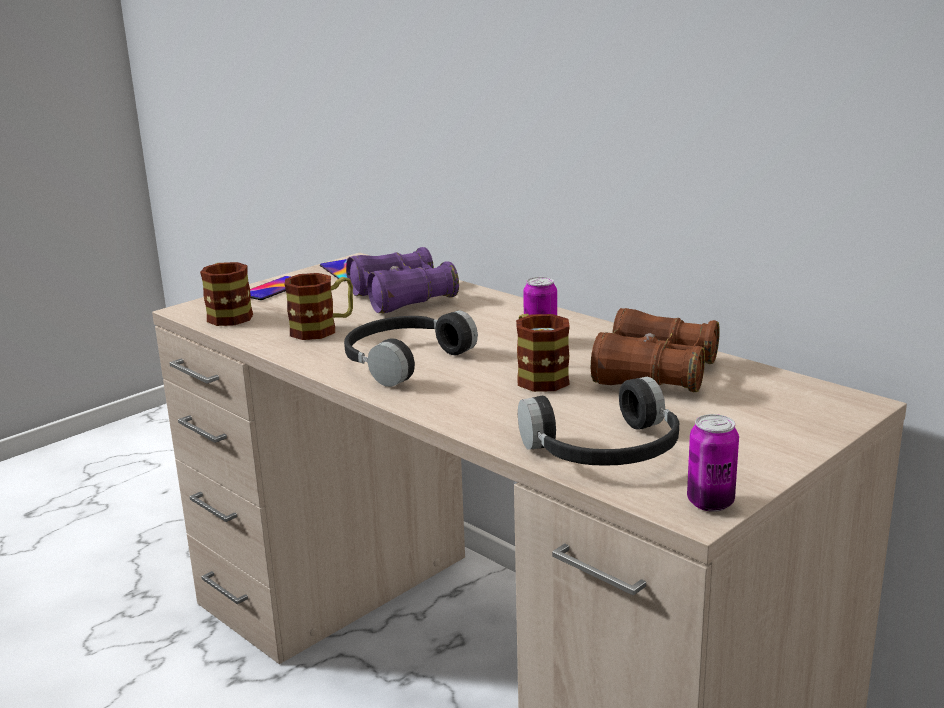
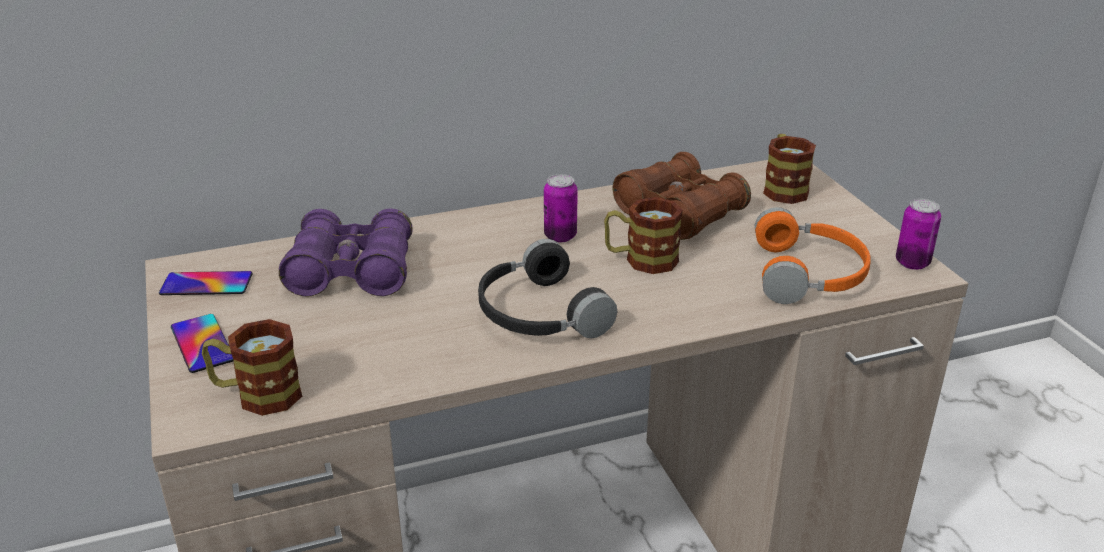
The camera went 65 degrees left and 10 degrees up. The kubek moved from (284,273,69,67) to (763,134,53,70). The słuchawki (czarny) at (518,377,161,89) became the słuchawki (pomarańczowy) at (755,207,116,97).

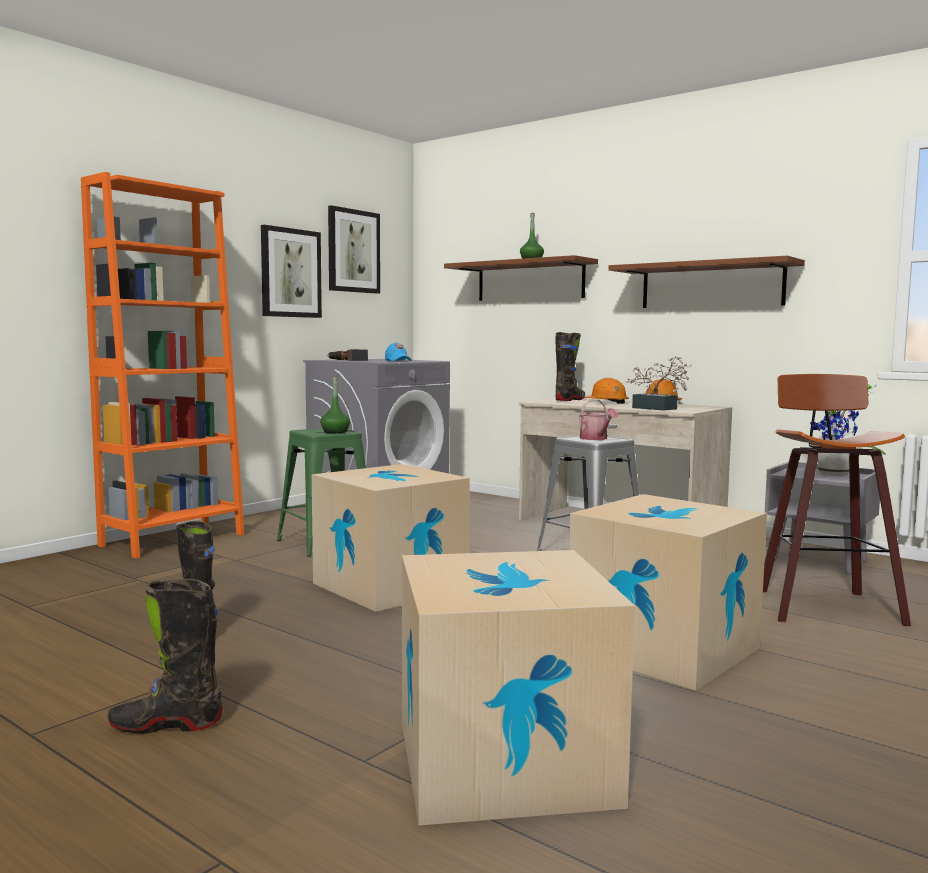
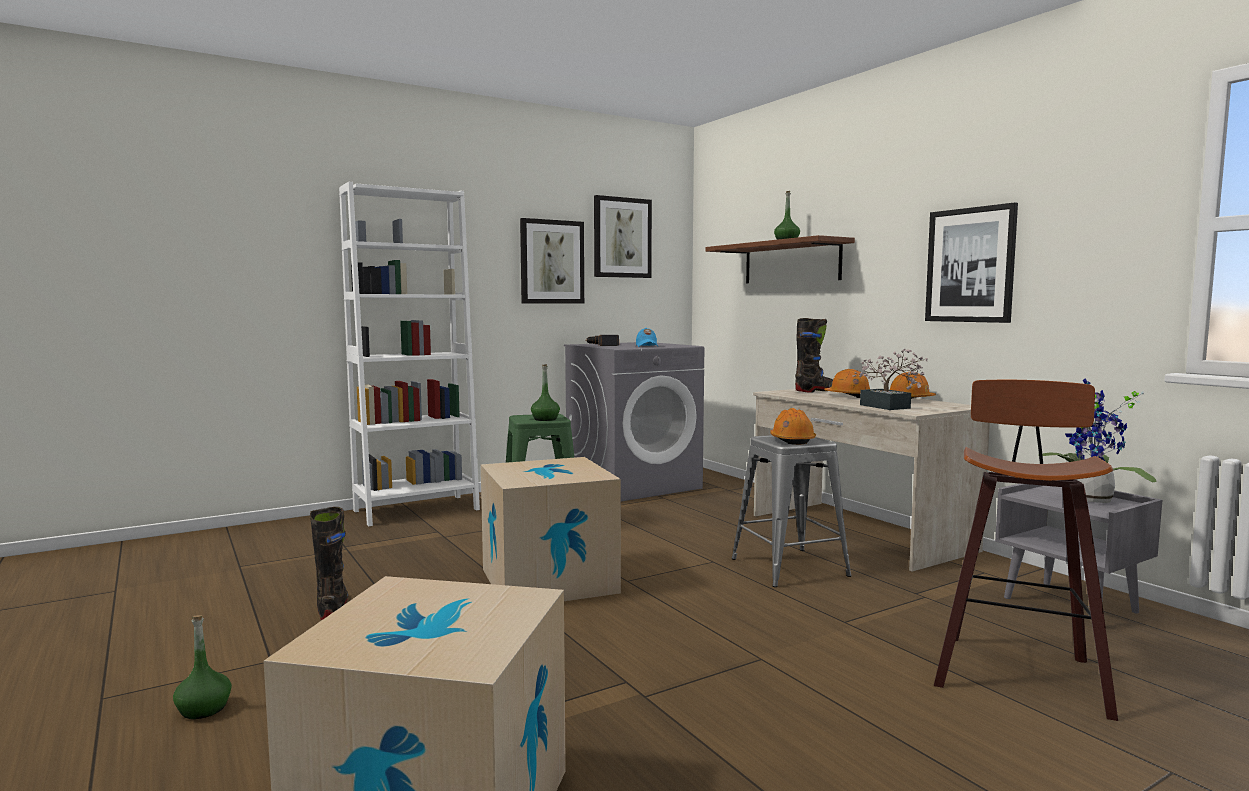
The camera went 20 degrees right and 0 degrees up. The karton at (569,494,198,196) disappeared. The but z cholewką (czarny) at (107,579,116,155) was replaced by the butelka (zielony) at (173,615,59,104). The konewka at (579,399,39,41) was replaced by the kask (pomarańczowy) at (770,408,46,37). The półka at (608,256,197,52) was replaced by the obraz at (925,202,93,121). The regał (pomarańczowy) at (81,172,163,386) became the regał (biały) at (339,182,141,344).

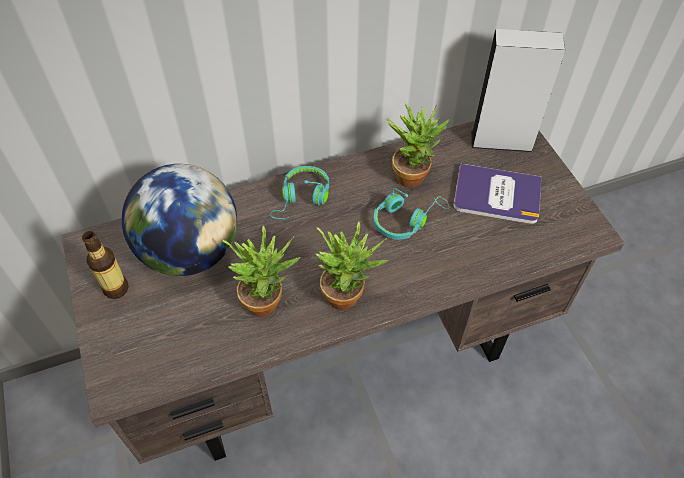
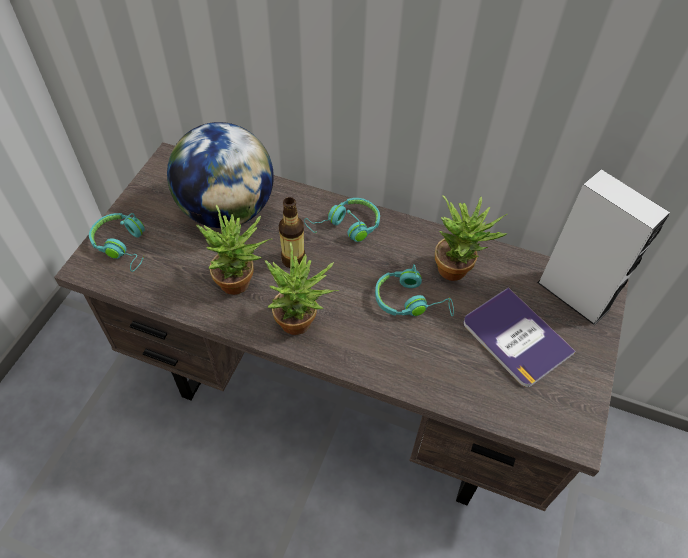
The camera went 40 degrees right and 0 degrees up. The słuchawki (turkusowy) at (89,213,56,59) appeared. The butelka moved from (82,231,47,68) to (279,197,26,71).

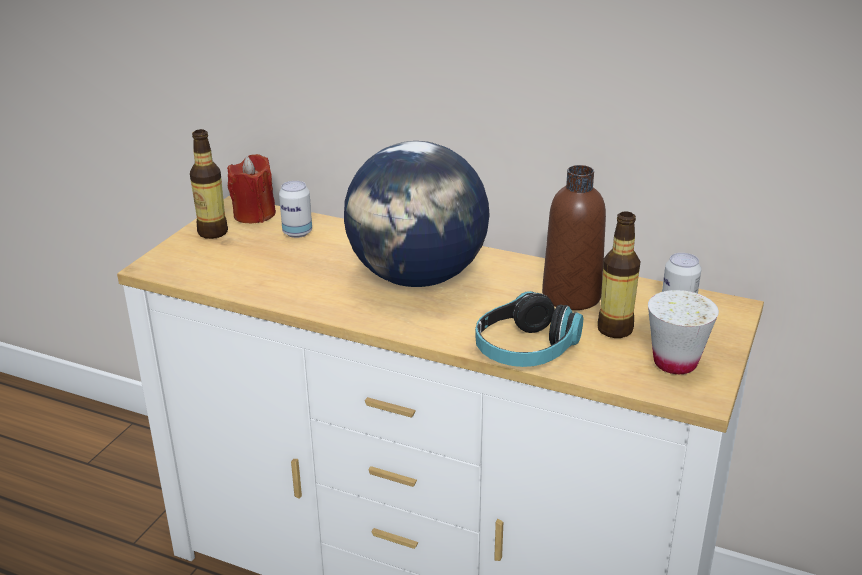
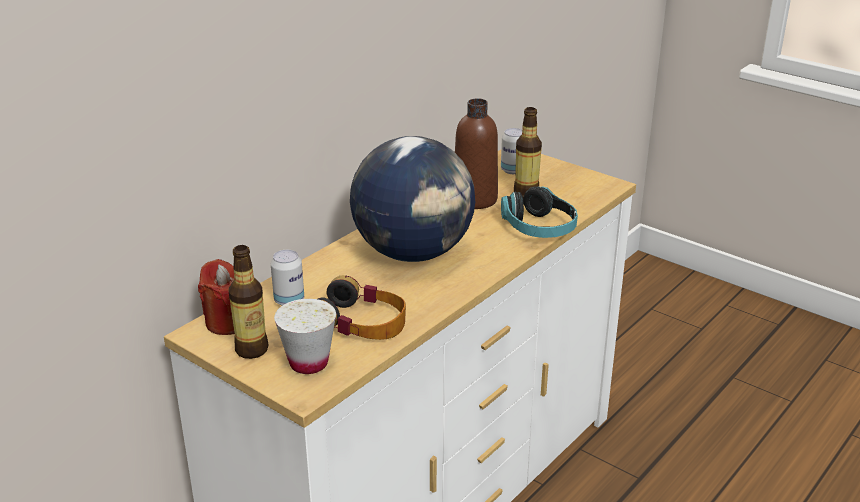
The camera went 75 degrees left and 0 degrees up. The słuchawki at (318,275,88,65) appeared. The filiżanka (biały) moved from (648,290,71,84) to (274,299,62,75).

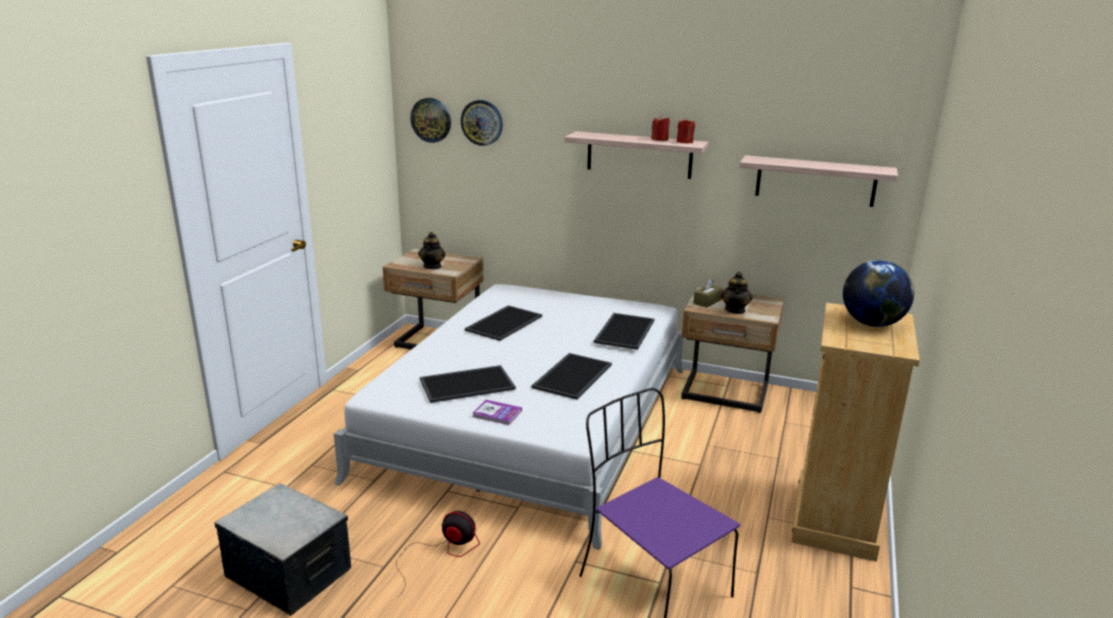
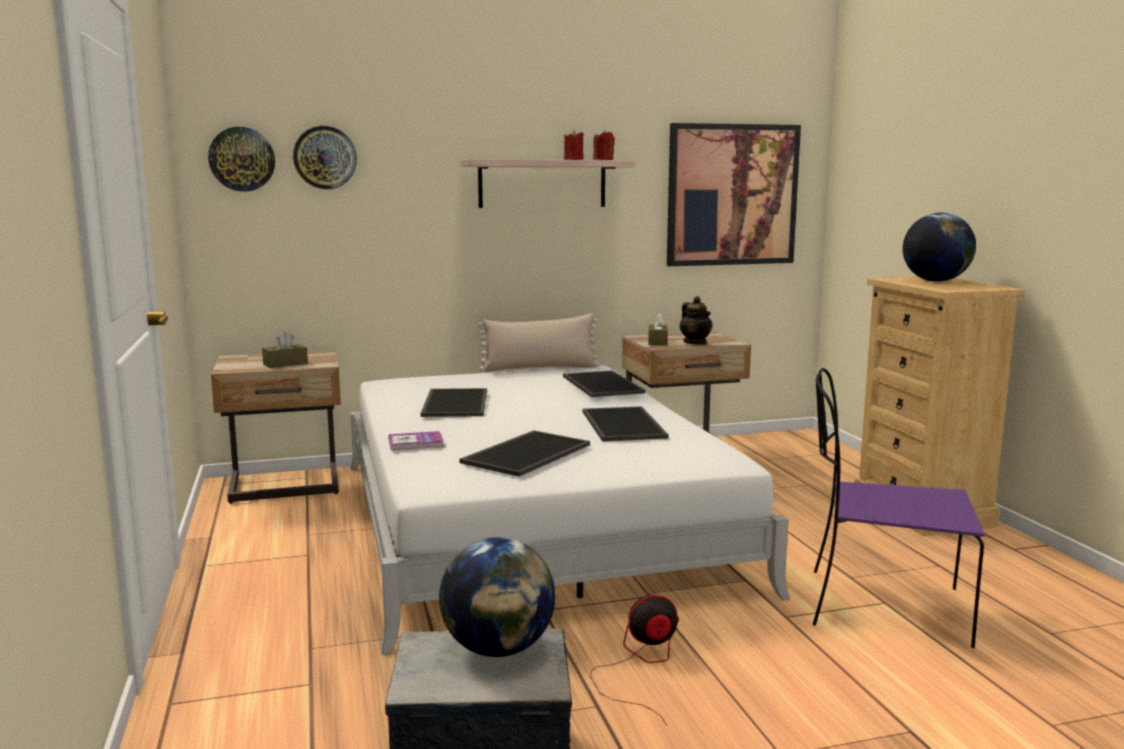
The camera went 35 degrees left and 10 degrees down. The globus at (439,537,116,120) appeared. The poduszka (beżowy) at (478,313,122,59) appeared. The książka moved from (473,400,49,25) to (388,431,56,19). The imbryk at (418,232,27,37) was replaced by the pudełko chusteczek (brązowy) at (262,331,46,37). The półka at (739,155,159,52) was replaced by the obraz at (667,123,134,143).

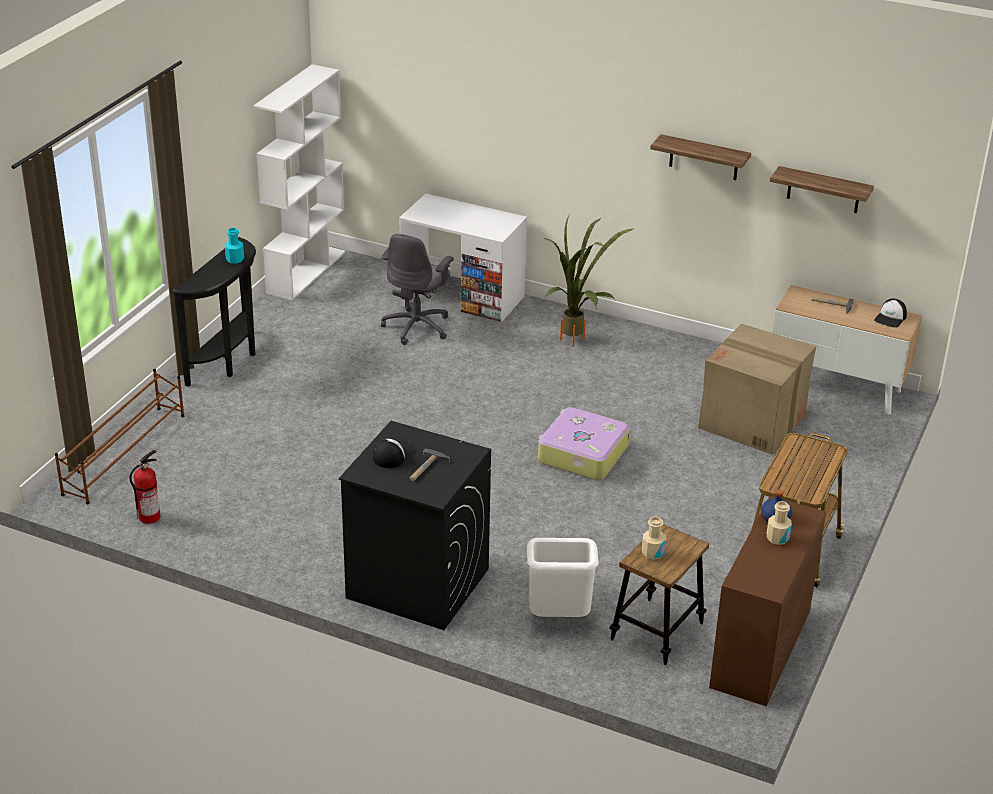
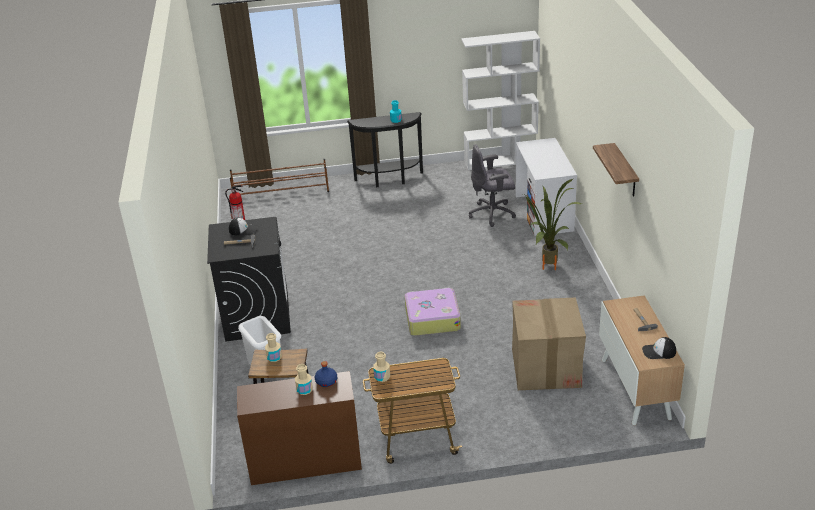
The camera went 60 degrees right and 0 degrees up. The półka at (770,166,104,47) disappeared. The butelka (beżowy) at (373,351,17,31) appeared.

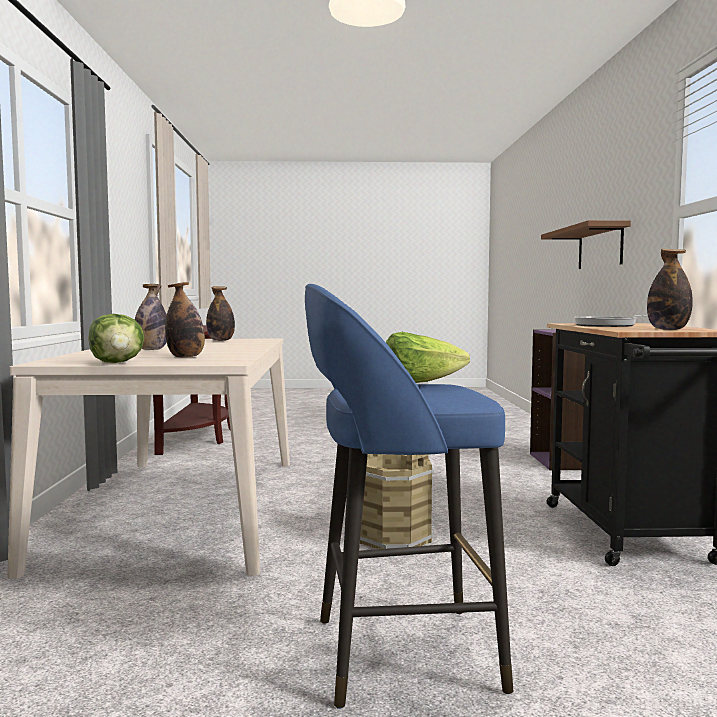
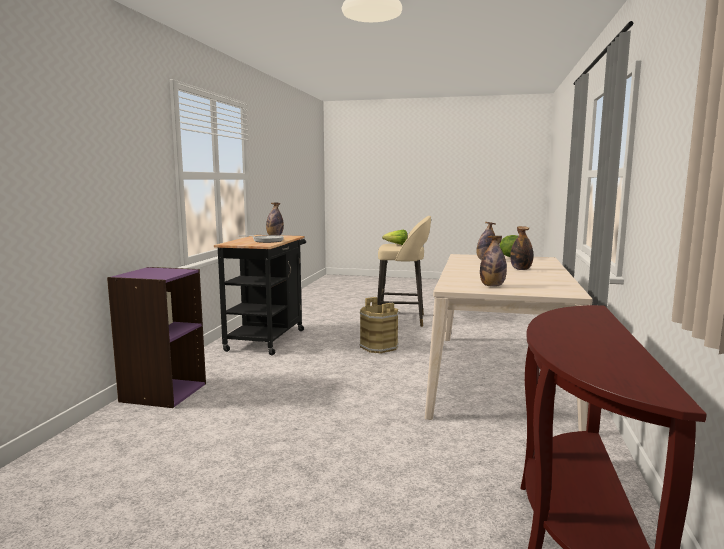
The camera went 165 degrees left and 5 degrees up. The półka (brązowy) at (541,220,90,49) disappeared. The stołek (niebieski) at (305,284,208,425) became the stołek (beżowy) at (377,216,54,111).

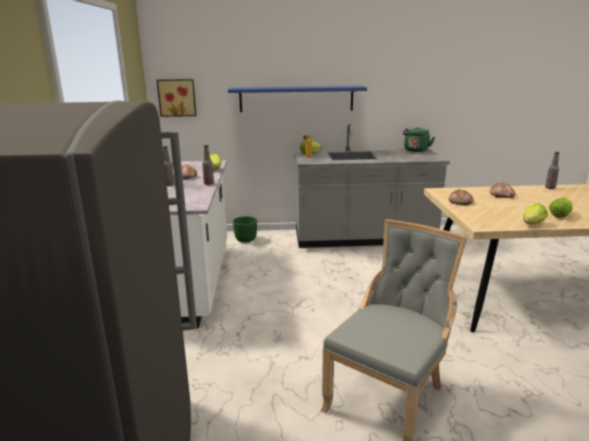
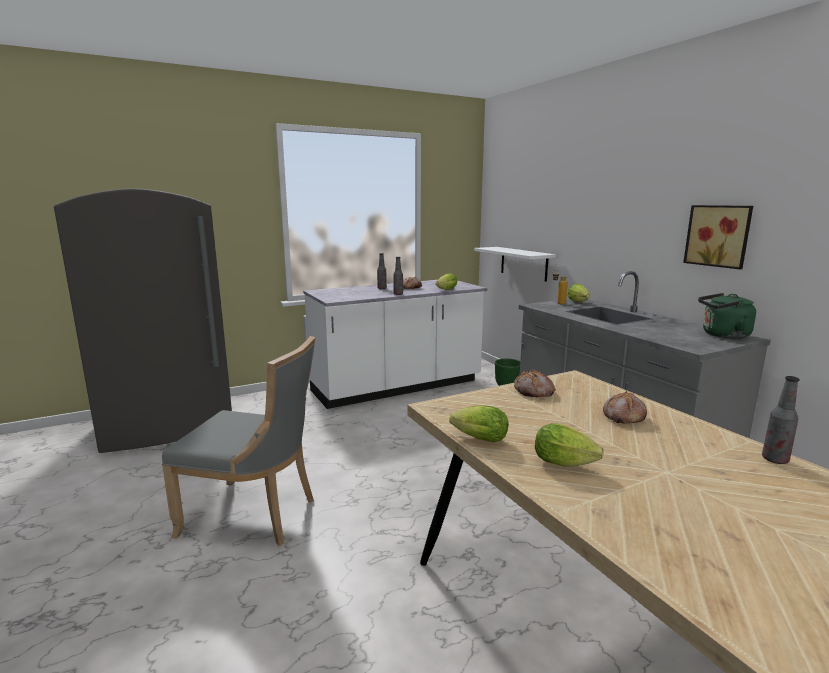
The camera went 65 degrees right and 5 degrees down. The półka (niebieski) at (228,86,139,26) disappeared. The półka (biały) at (474,247,82,35) appeared. The obraz moved from (157,79,39,38) to (683,205,70,64).

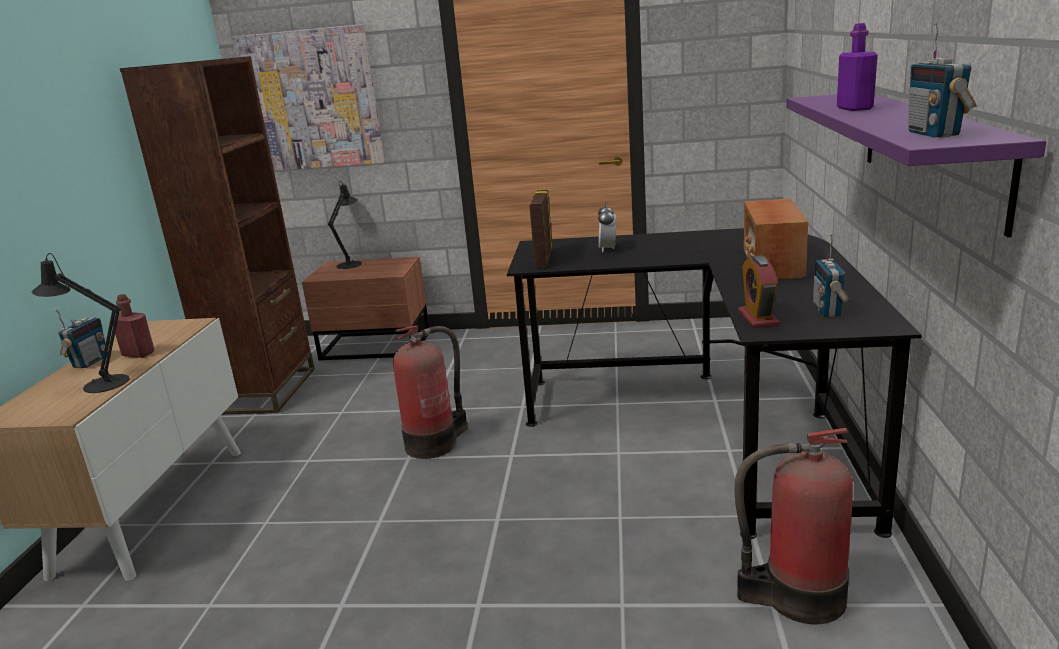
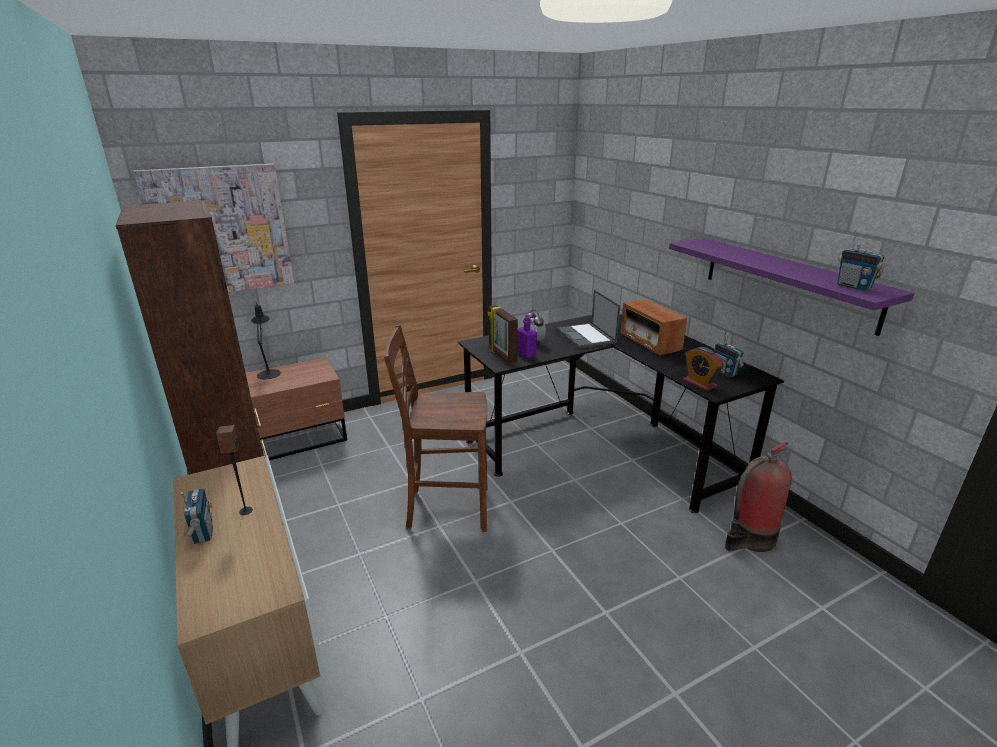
The camera went 35 degrees left and 5 degrees up. The lampa stołowa (czarny) at (31,253,99,140) disappeared. The laptop at (557,290,63,59) appeared. The butelka (fioletowy) moved from (837,23,41,88) to (517,316,20,43). The butelka (czerwony) at (113,294,42,64) was replaced by the głośnik at (216,425,37,90). The gaśnica at (393,325,75,134) was replaced by the krzesło (brązowy) at (384,325,103,207).

